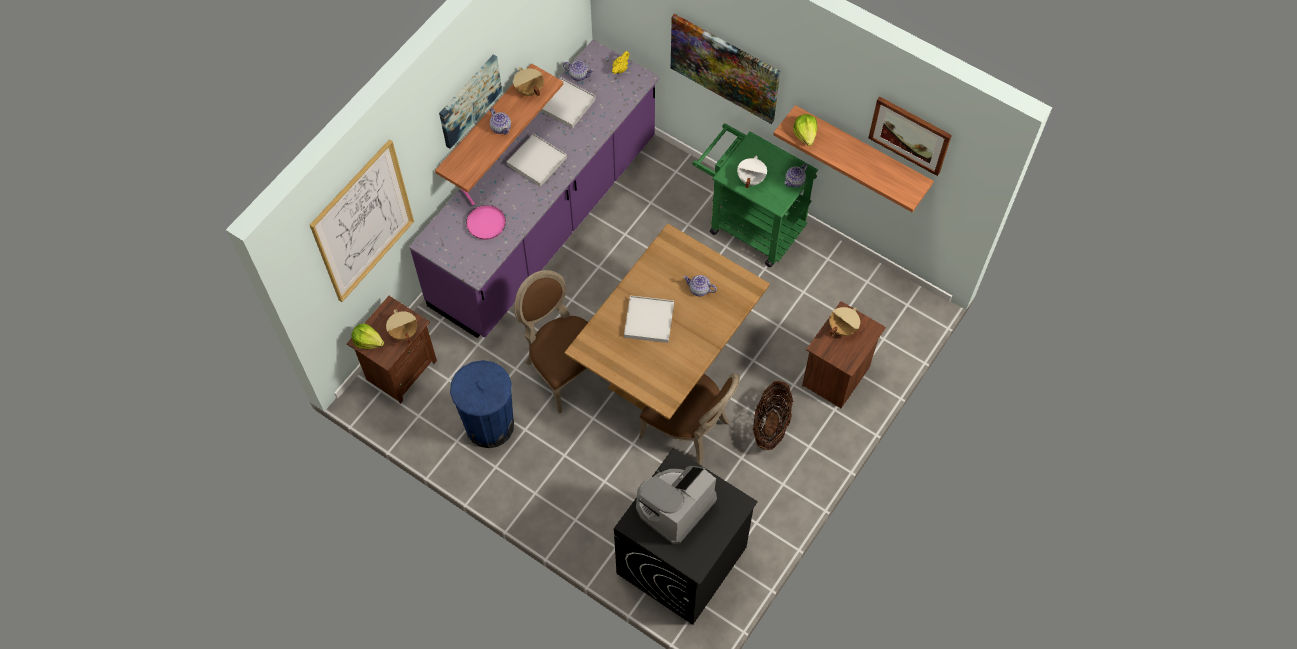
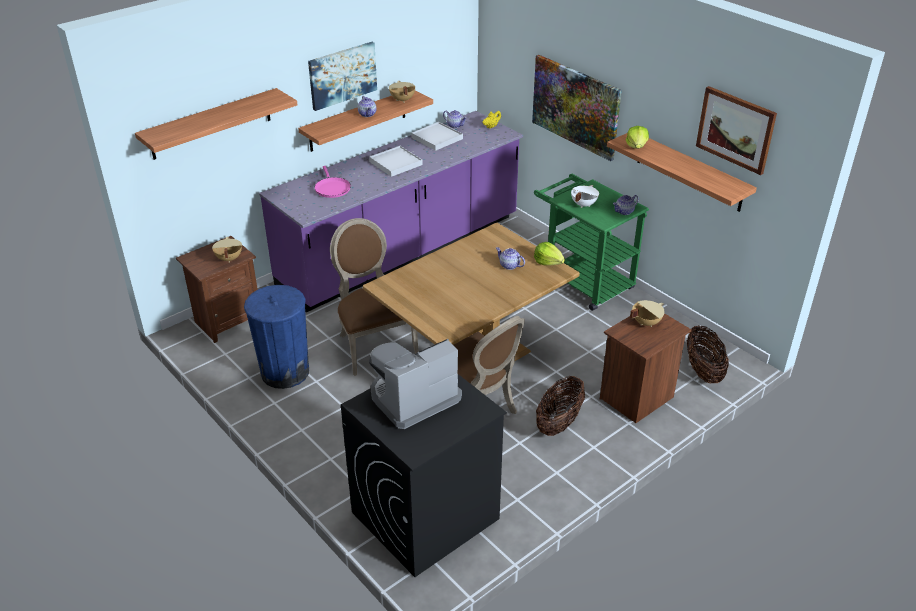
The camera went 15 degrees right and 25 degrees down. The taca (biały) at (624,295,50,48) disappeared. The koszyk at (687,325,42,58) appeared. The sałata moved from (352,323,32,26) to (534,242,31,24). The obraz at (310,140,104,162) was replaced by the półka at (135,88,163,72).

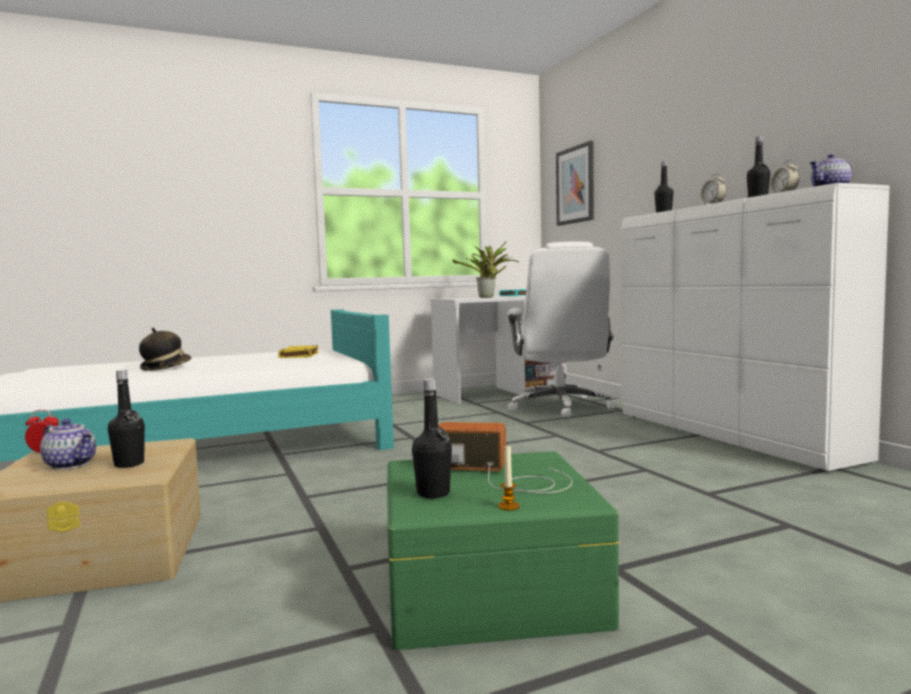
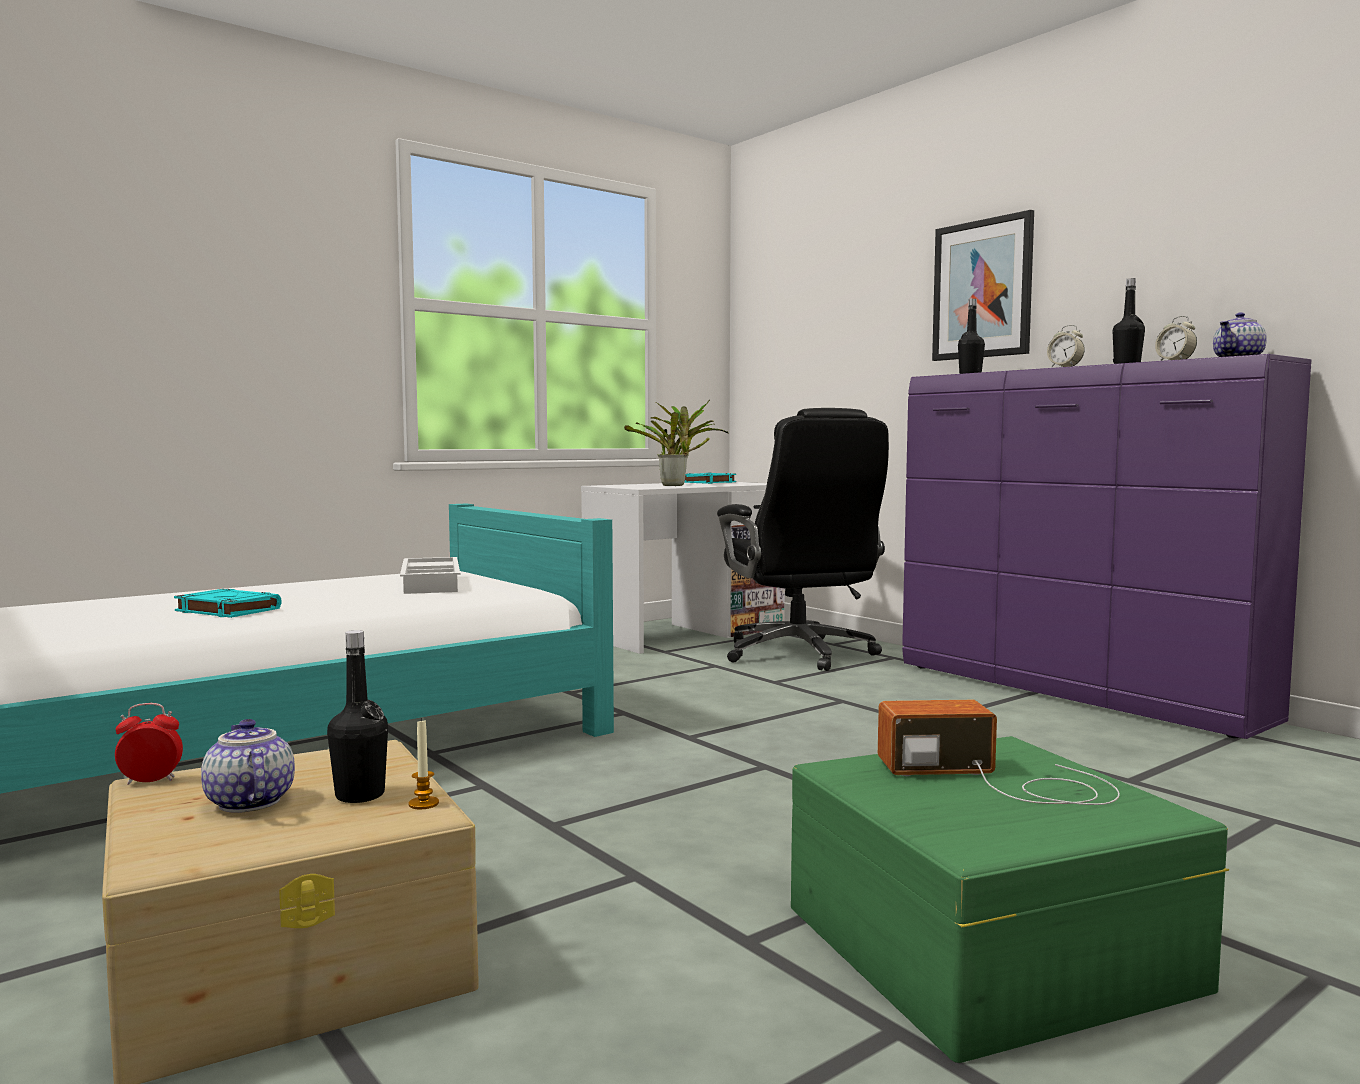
The camera went 15 degrees left and 0 degrees up. The butelka (czarny) at (412,378,40,120) disappeared. The świeca moved from (498,444,22,67) to (408,718,31,91). The obraz moved from (556,141,38,85) to (932,210,102,151). The kapelusz at (139,328,53,43) was replaced by the książka (turkusowy) at (174,589,108,29). The książka (żółty) at (278,345,41,13) was replaced by the taca (biały) at (400,557,60,37). The krzesło biurowe (biały) at (507,242,109,175) became the krzesło biurowe (czarny) at (717,408,172,263). The komoda (biały) at (621,183,269,288) became the komoda (fioletowy) at (902,354,409,385). The imbryk at (40,419,56,50) turned 135 degrees counterclockwise.

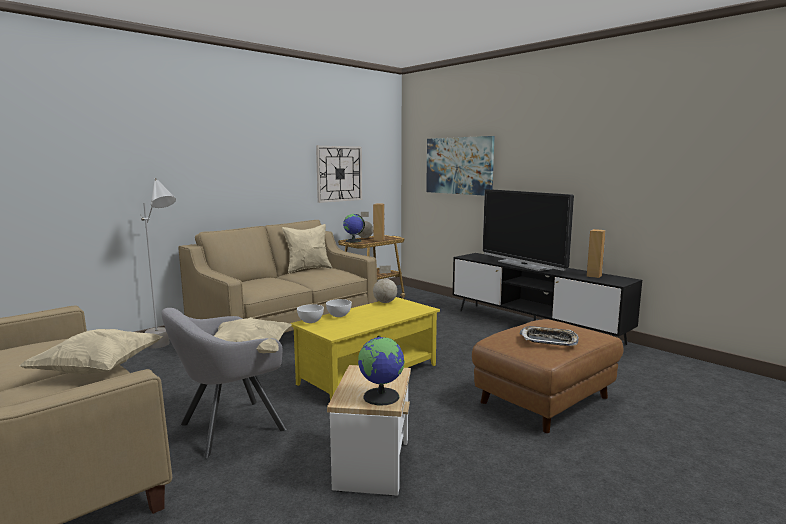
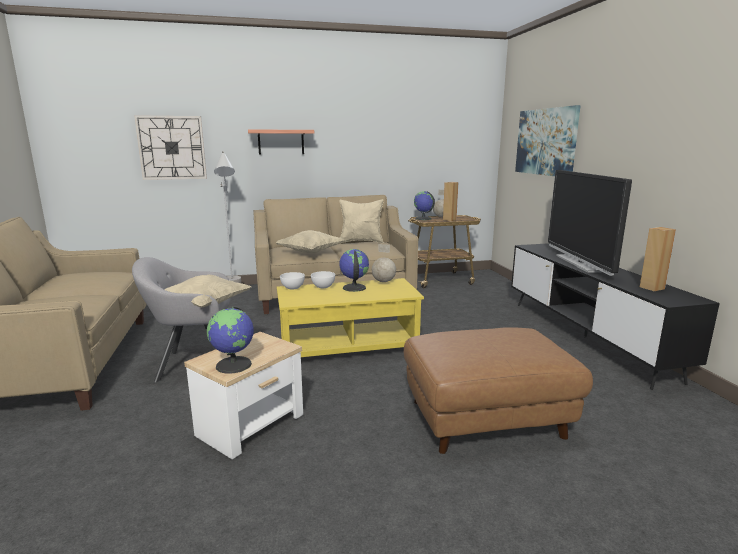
The camera went 30 degrees right and 5 degrees up. The taca at (520,326,59,20) disappeared. The półka at (248,129,66,25) appeared. The globus at (339,249,30,43) appeared. The poduszka (beżowy) moved from (19,329,143,45) to (276,230,68,24). The zegar ścienny moved from (316,146,46,57) to (134,115,73,65).

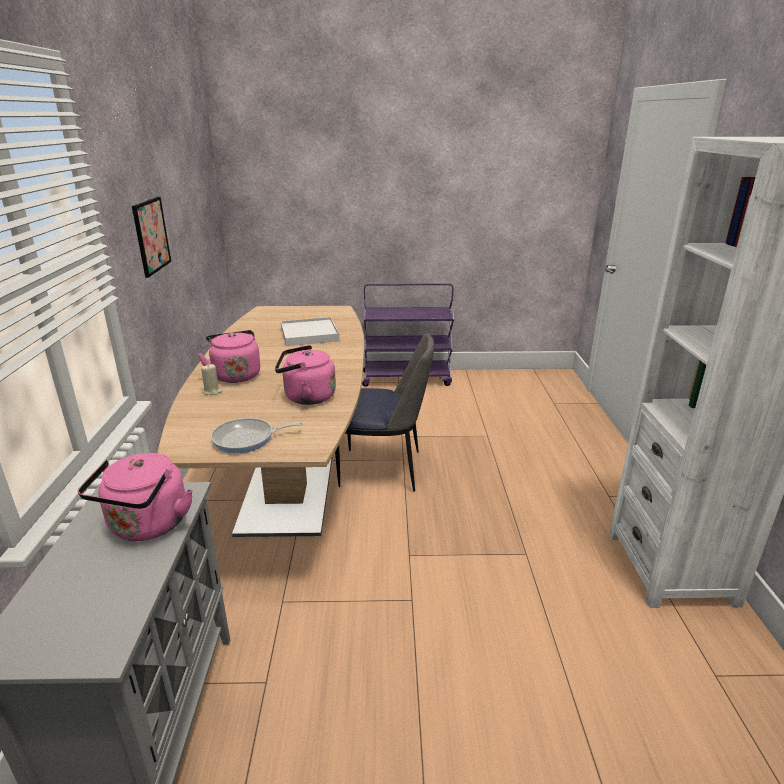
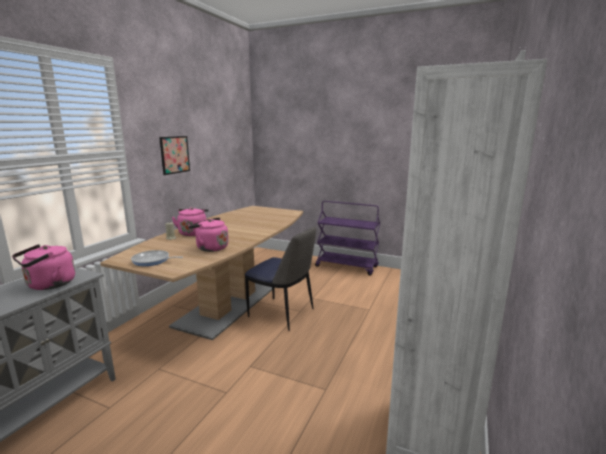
The camera went 25 degrees right and 10 degrees down. The taca (biały) at (281,317,59,29) disappeared.

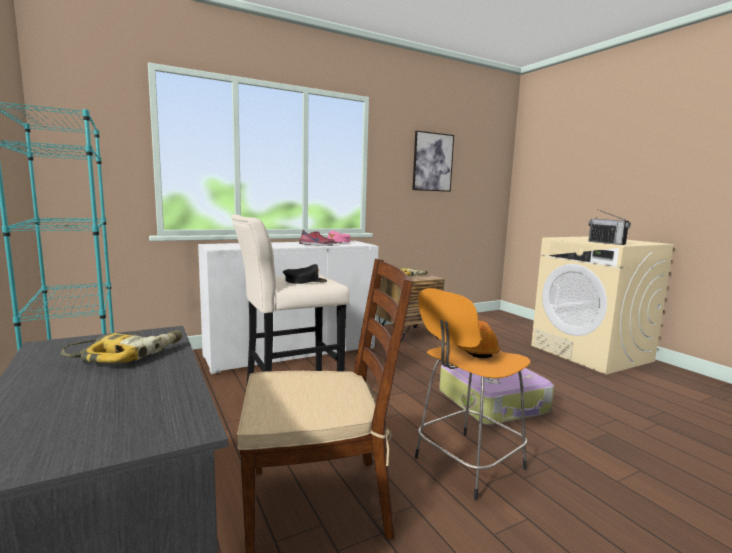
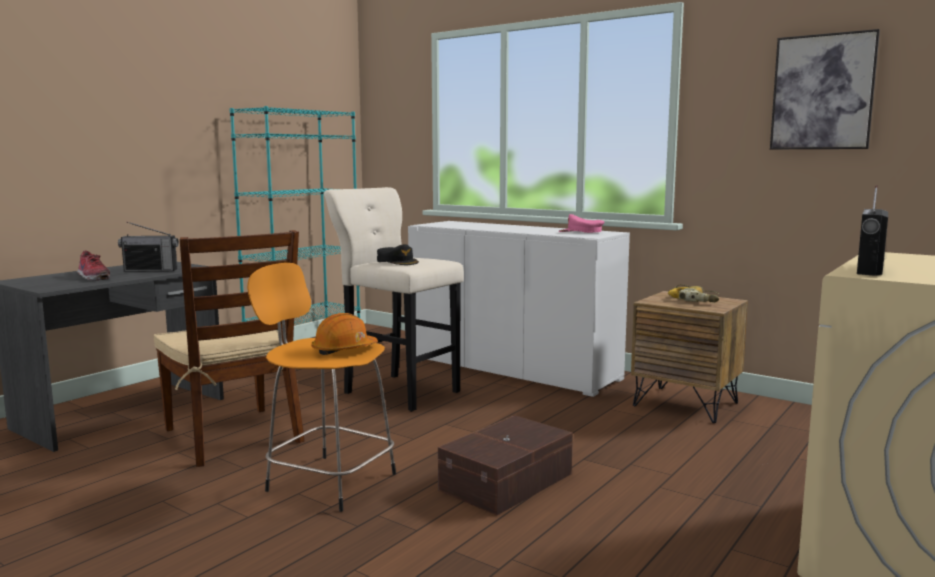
The camera went 65 degrees right and 0 degrees up. The but moved from (299,230,36,16) to (77,250,33,30). The wiertarka at (61,330,121,33) was replaced by the radio at (118,222,61,50). The walizka at (439,363,115,62) was replaced by the pojemnik do przechowywania (brązowy) at (438,415,135,100).

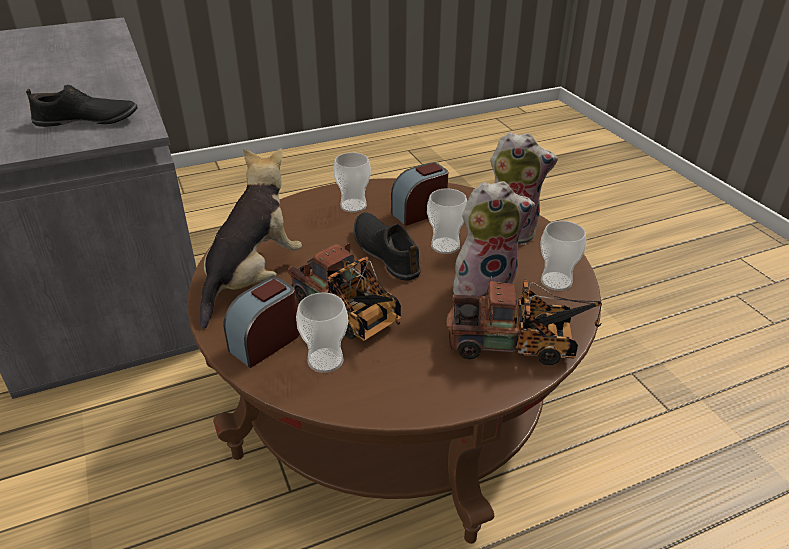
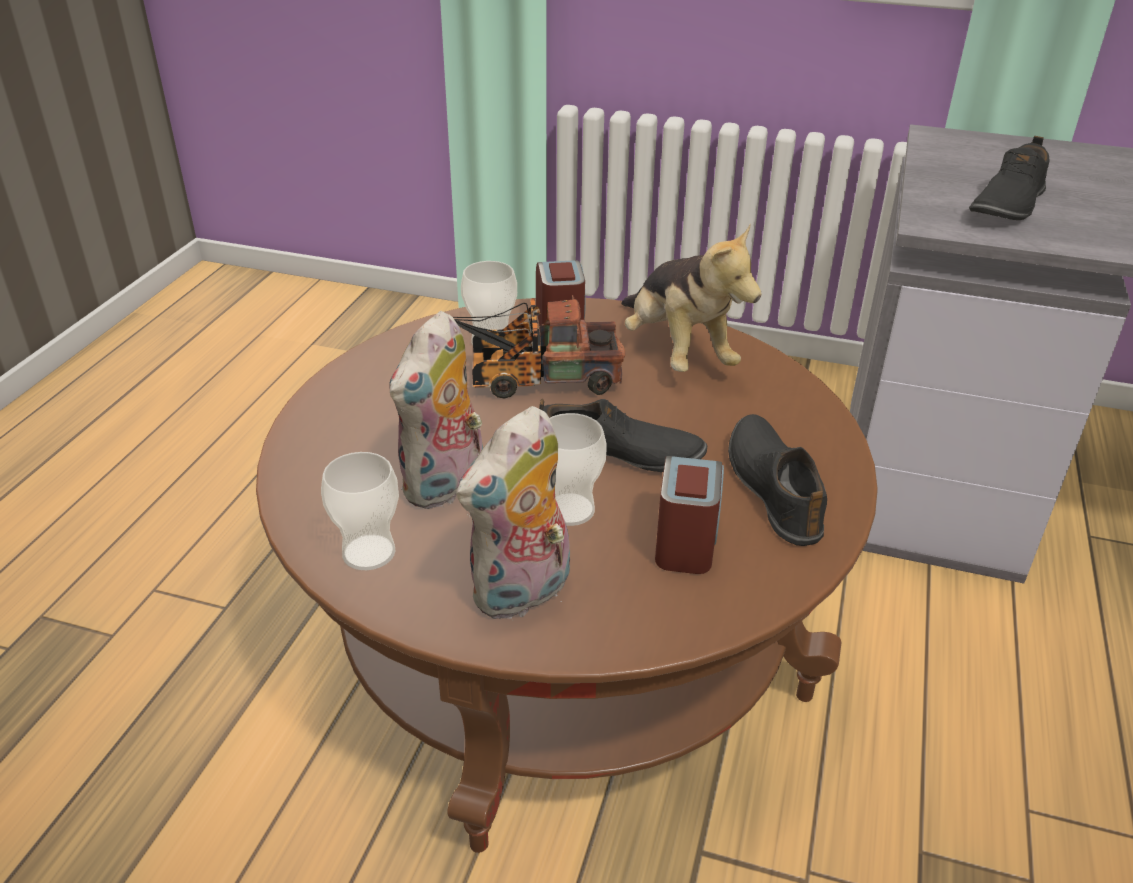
The camera went 130 degrees right and 0 degrees up. The ciężarówka zabawkowa at (447,276,155,89) disappeared. The filiżanka at (333,152,38,61) was replaced by the but (czarny) at (728,414,99,132).

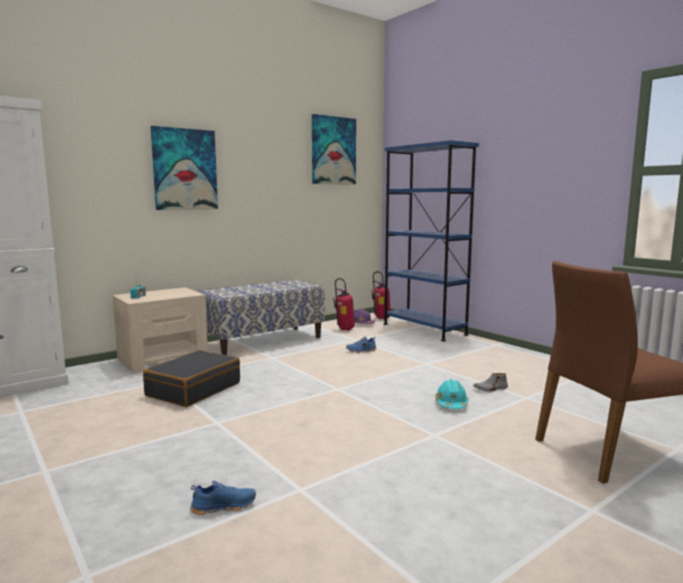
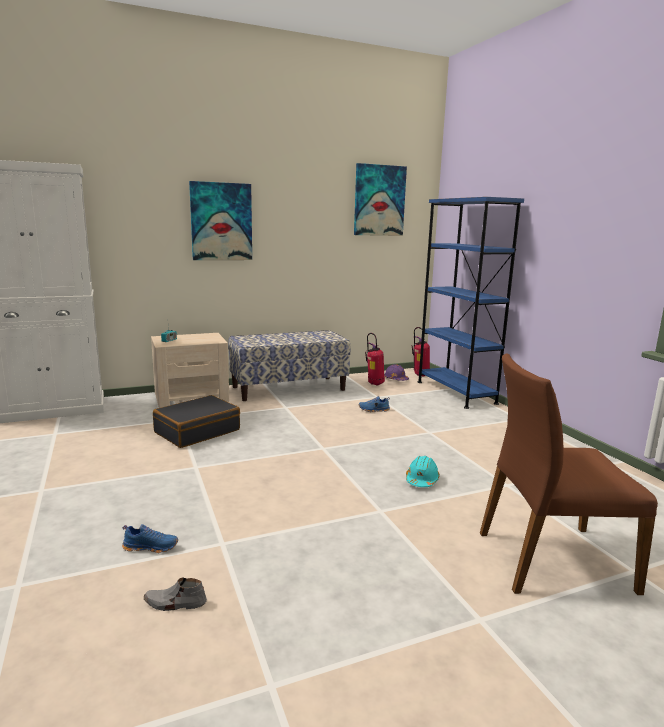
The camera went 15 degrees right and 5 degrees up. The but (szary) moved from (473,373,35,19) to (144,577,63,34).

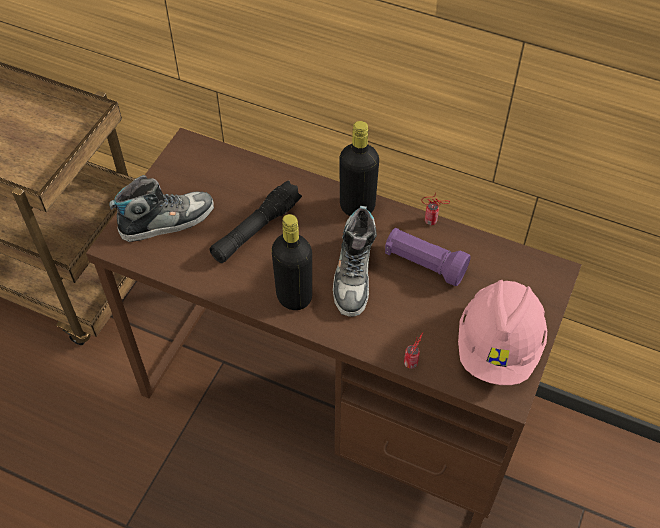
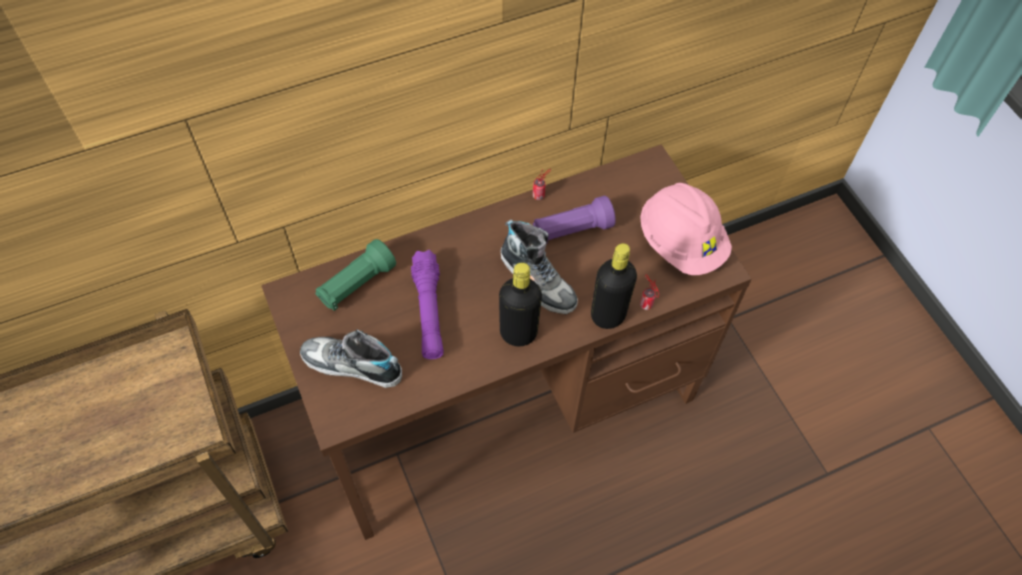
The camera went 50 degrees left and 5 degrees up. The latarka (zielony) at (315,239,81,72) appeared. The butelka (czarny) moved from (339,121,40,95) to (591,243,46,86). The latarka (czarny) at (209,180,93,83) became the latarka (fioletowy) at (411,250,33,109). The but at (109,175,105,67) turned 90 degrees counterclockwise.

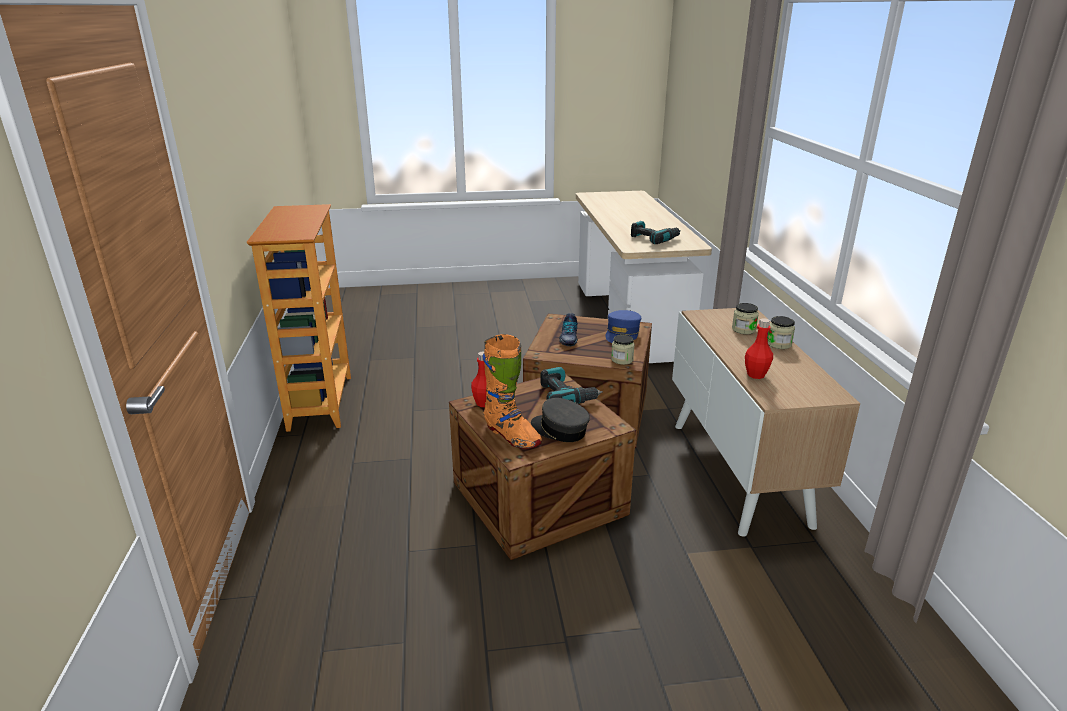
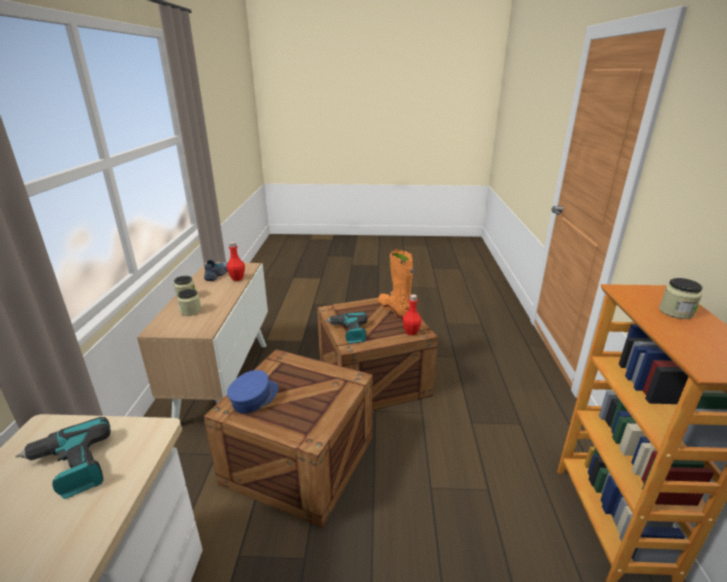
The camera went 170 degrees left and 0 degrees up. The czapka z daszkiem (szary) at (531,398,59,44) disappeared. The but moved from (559,313,19,33) to (204,260,24,21). The słoik moved from (611,334,24,31) to (659,278,44,41).

